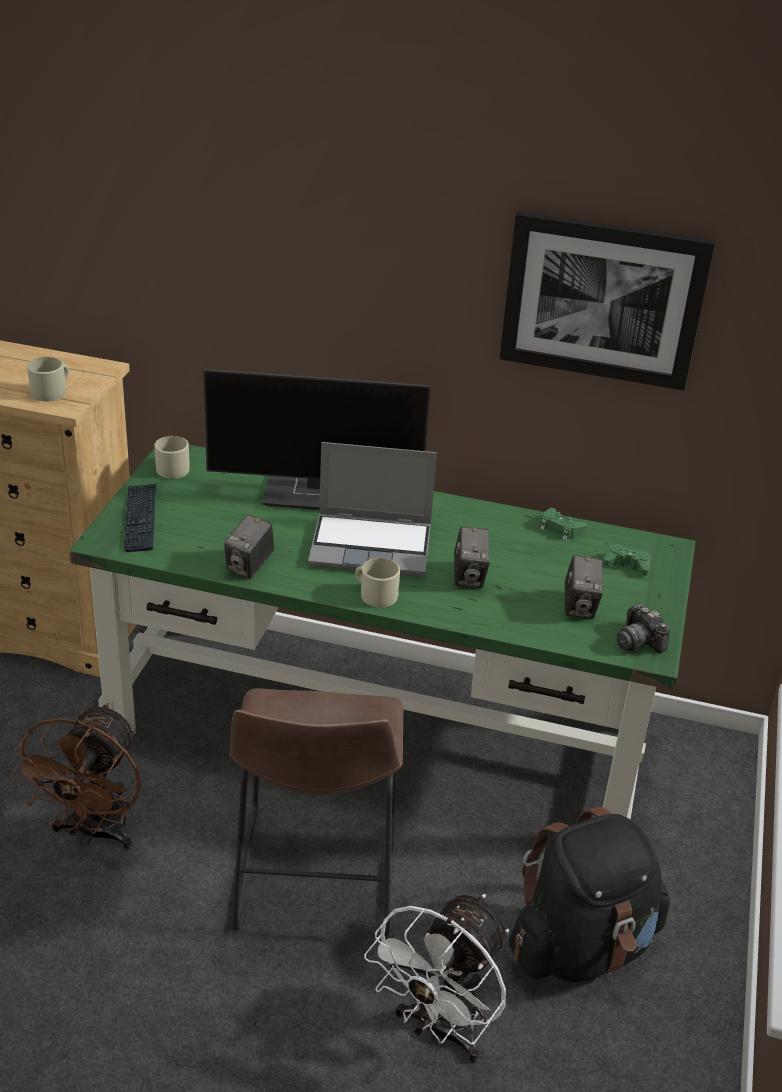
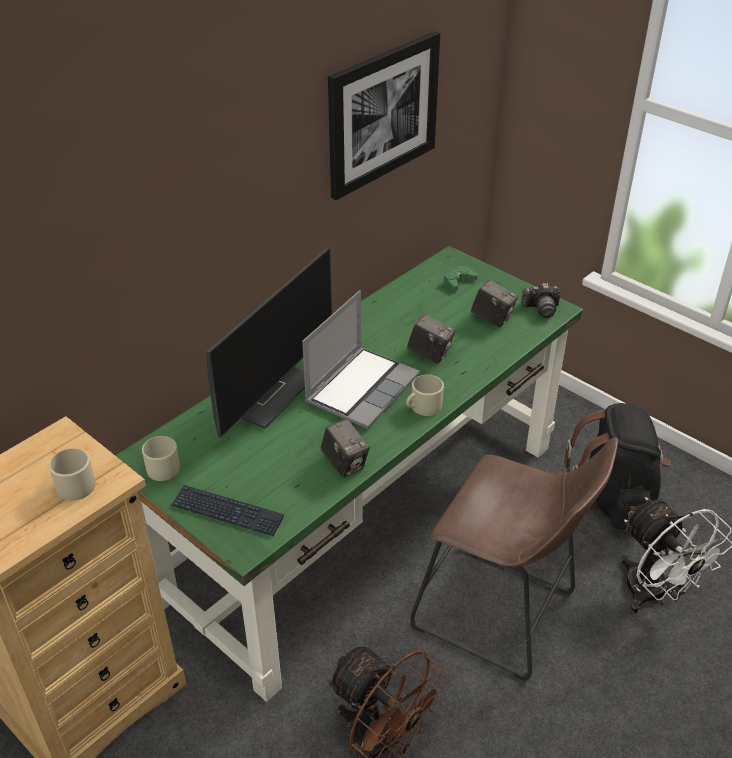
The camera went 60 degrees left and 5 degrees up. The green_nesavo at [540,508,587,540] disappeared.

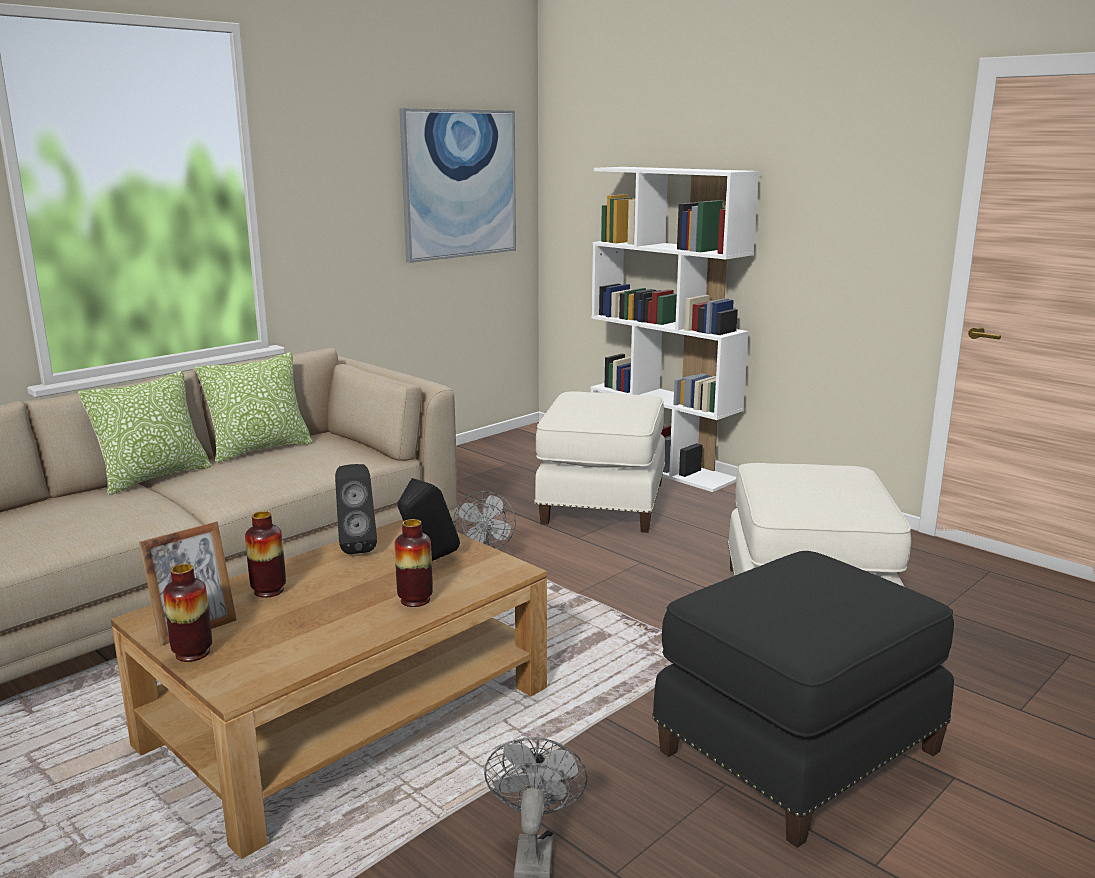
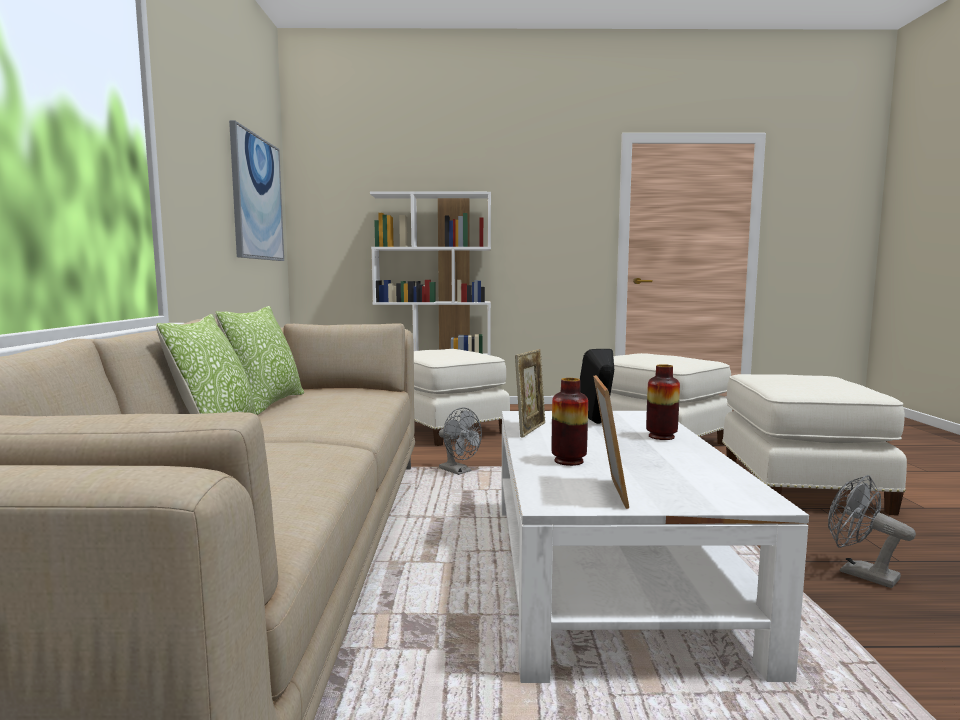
The camera went 45 degrees left and 10 degrees down. The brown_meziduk at [111,519,547,859] became the white_meziduk at [501,411,809,683]. The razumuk at [163,564,212,662] disappeared. The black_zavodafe at [335,464,377,554] was replaced by the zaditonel at [515,349,546,438]. The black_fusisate at [652,551,954,848] became the white_fusisate at [722,374,907,516].

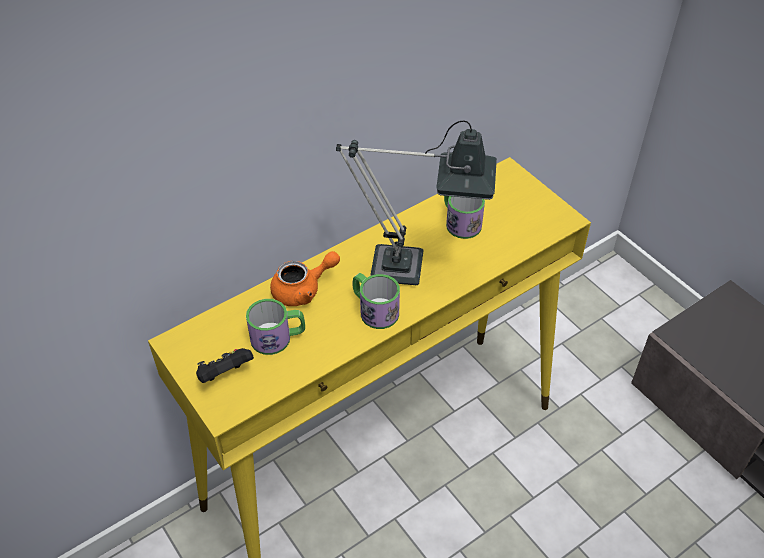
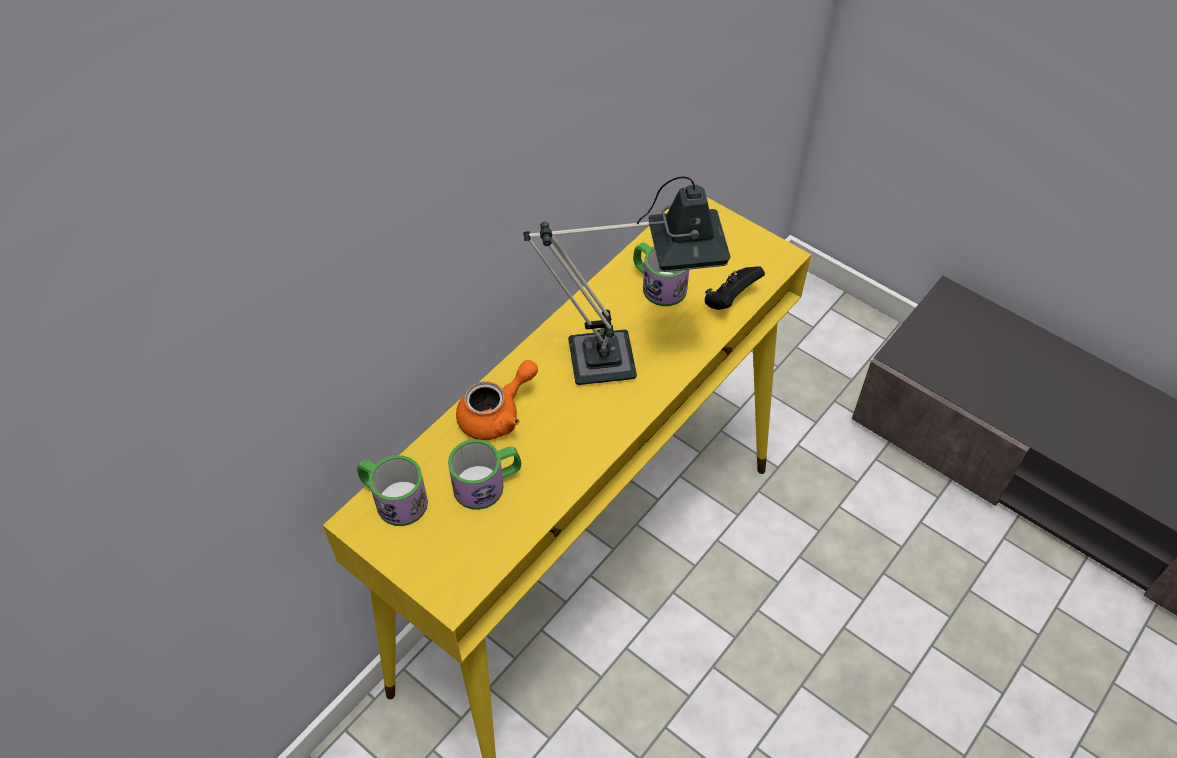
The camera went 15 degrees left and 5 degrees up. The black_nesavo moved from [196,348,254,383] to [705,266,765,310]. The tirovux moved from [353,273,400,329] to [357,455,428,526].

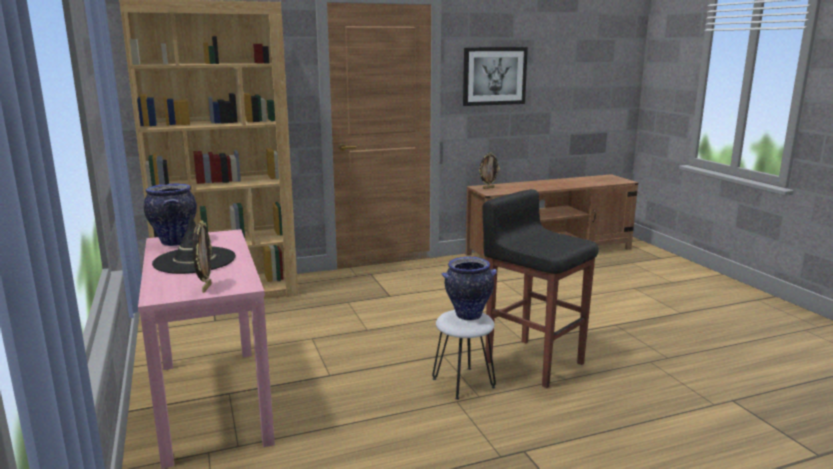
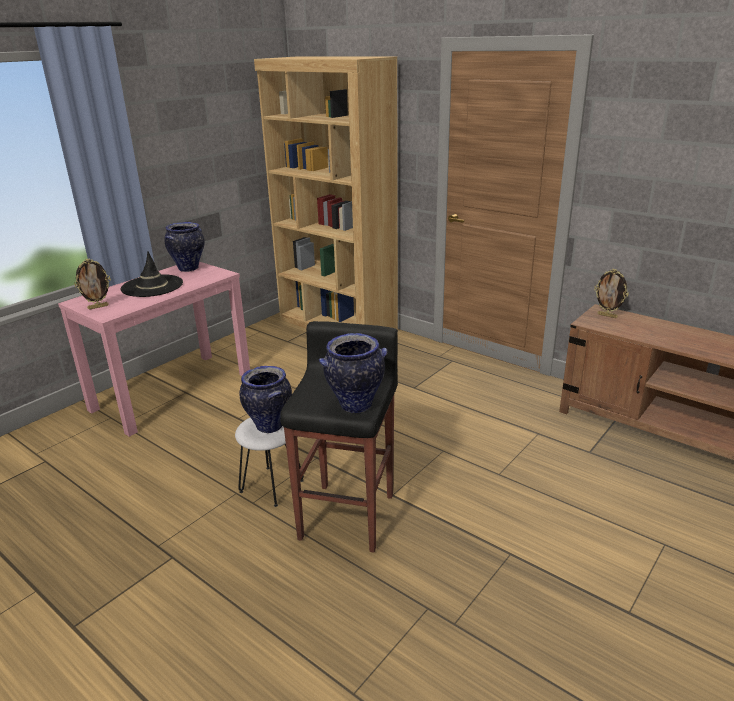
The camera went 60 degrees right and 10 degrees up. The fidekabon at [463,47,528,106] disappeared. The razumuk at [319,333,388,413] appeared.

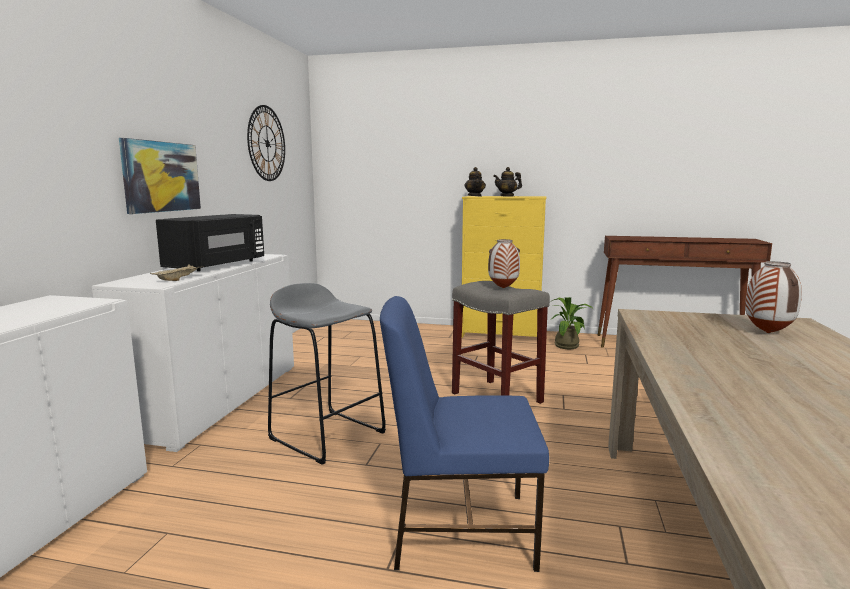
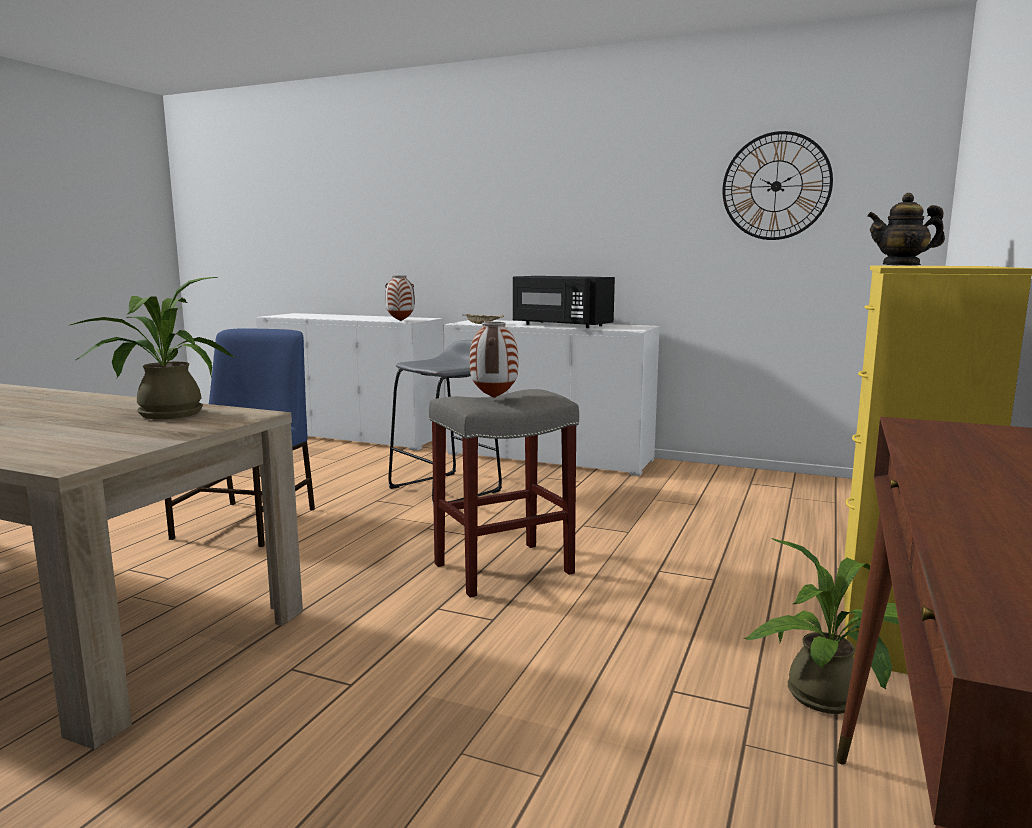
The camera went 100 degrees right and 0 degrees up. The fidekabon at [119,138,201,214] disappeared. The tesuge at [494,167,522,197] disappeared. The razumuk moved from [745,261,802,333] to [385,275,415,321]. The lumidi at [70,277,236,419] appeared.

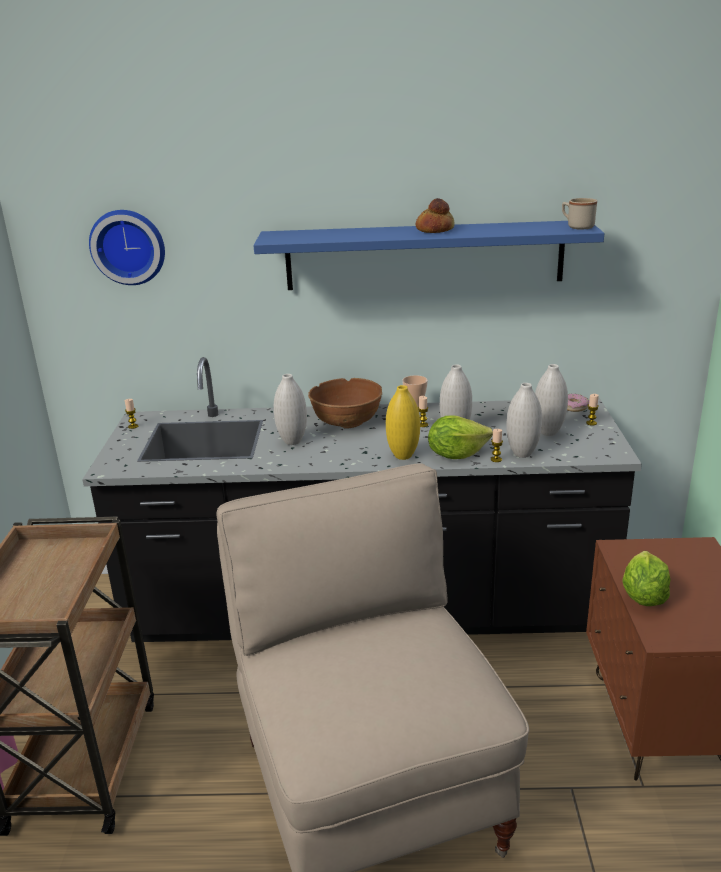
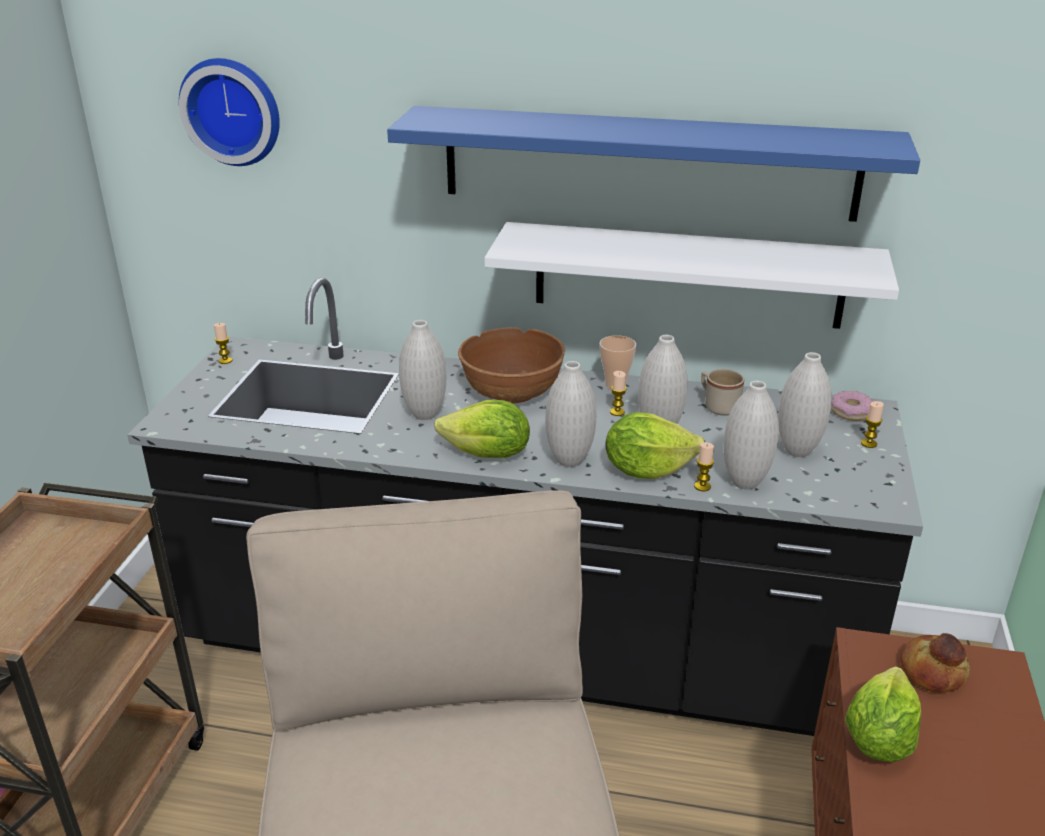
The camera went 10 degrees right and 5 degrees up. The yellow_razumuk at [386,385,420,460] became the white_razumuk at [546,361,596,467]. The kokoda moved from [416,198,455,233] to [901,633,969,693]. The beige_tirovux moved from [562,198,597,230] to [701,369,744,416]. The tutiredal at [435,400,530,458] appeared. The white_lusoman at [484,222,899,329] appeared.

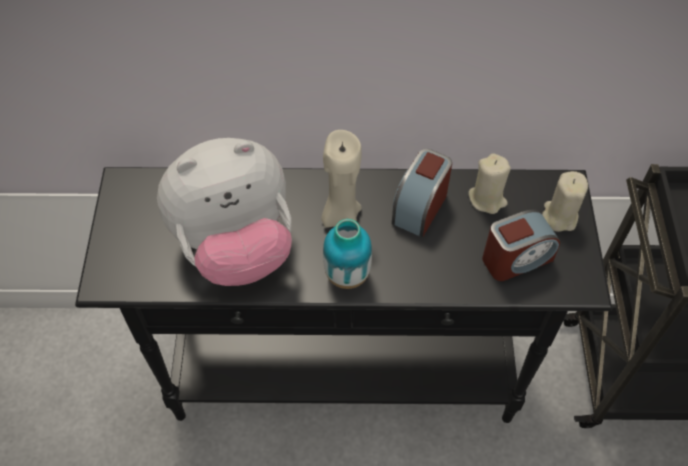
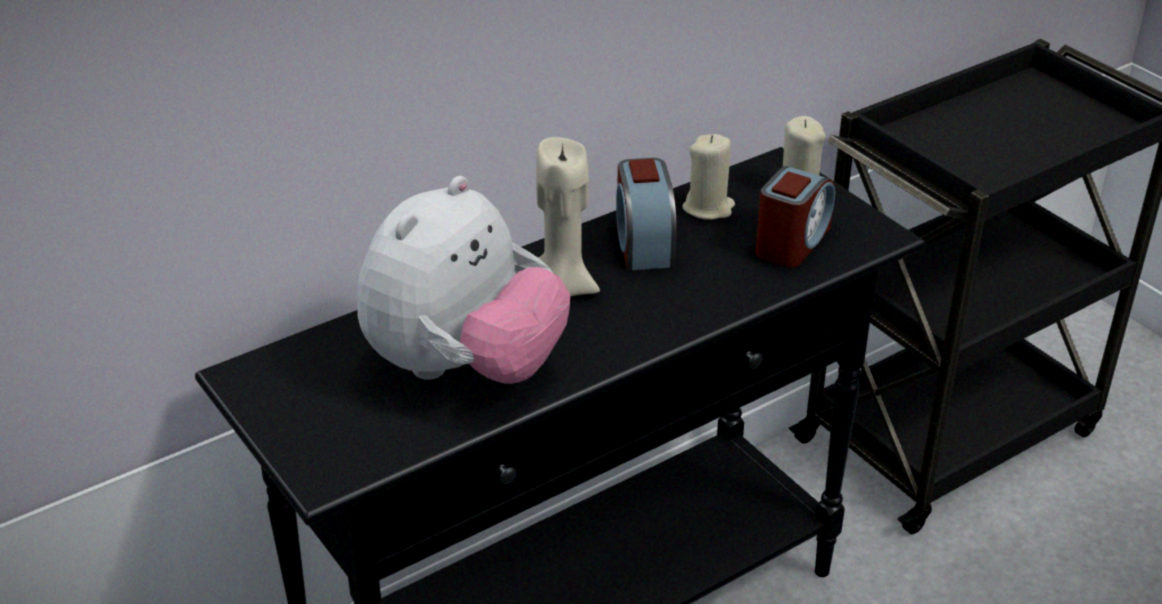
The camera went 35 degrees left and 20 degrees down. The razumuk at [323,219,372,289] disappeared.

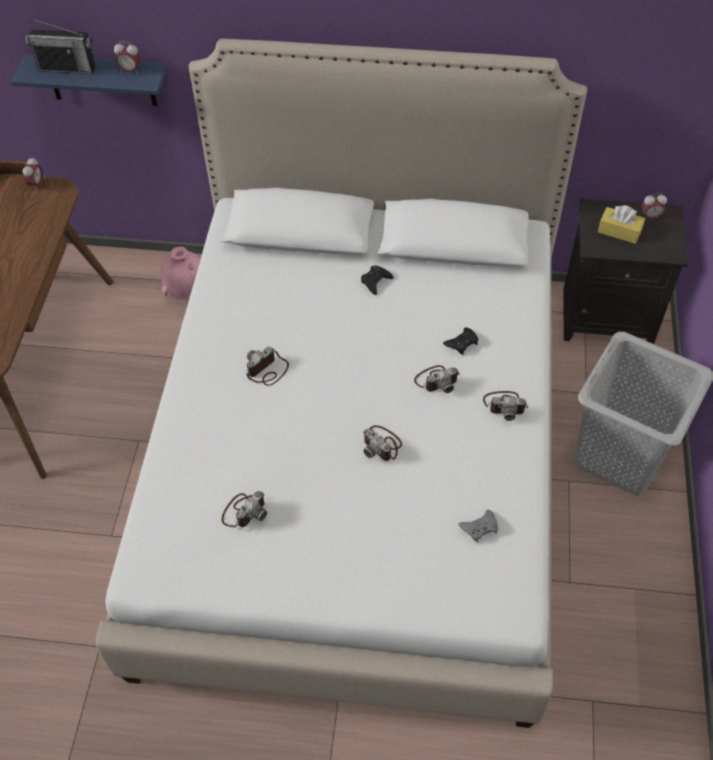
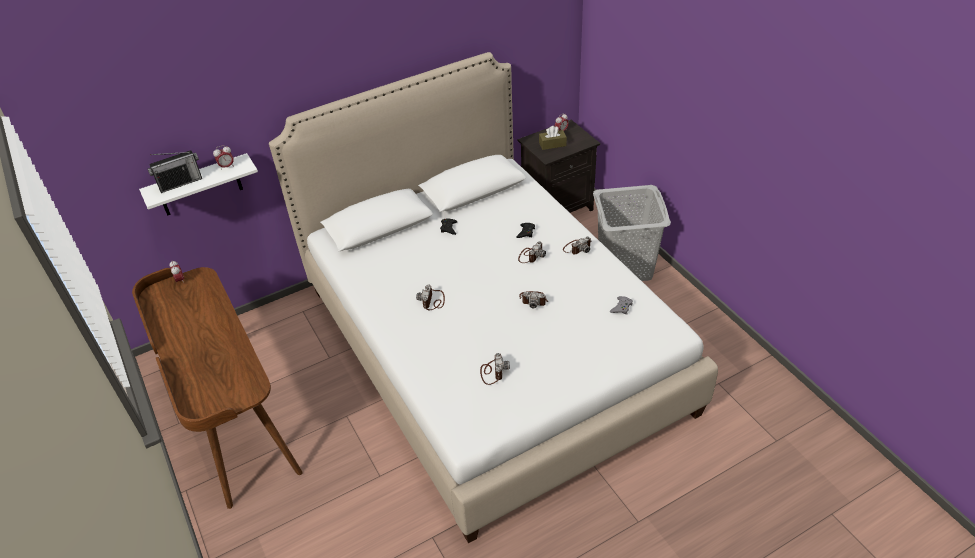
The camera went 35 degrees left and 10 degrees down. The blue_lusoman at [11,54,168,106] became the white_lusoman at [139,153,258,216]. The pink_razumuk at [160,246,201,299] disappeared. The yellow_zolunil at [598,205,645,244] became the brown_zolunil at [539,126,567,150].

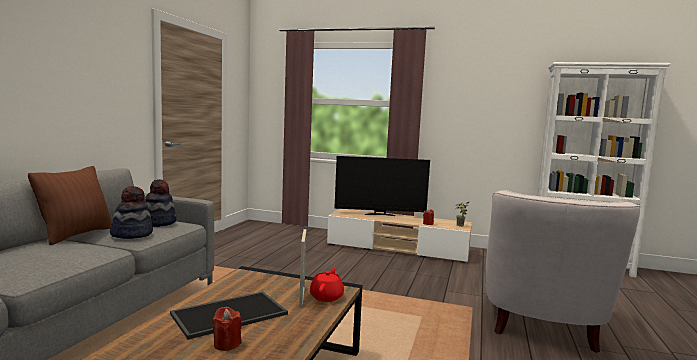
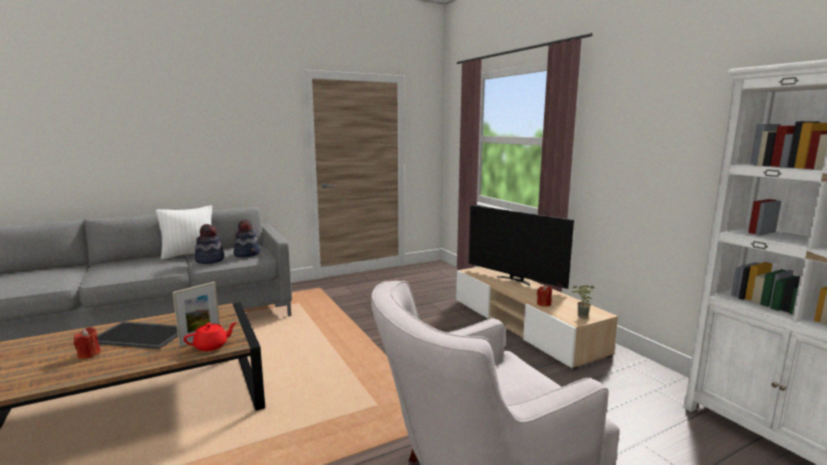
The camera went 45 degrees right and 5 degrees up. The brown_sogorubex at [28,166,112,245] became the white_sogorubex at [156,206,212,260].

